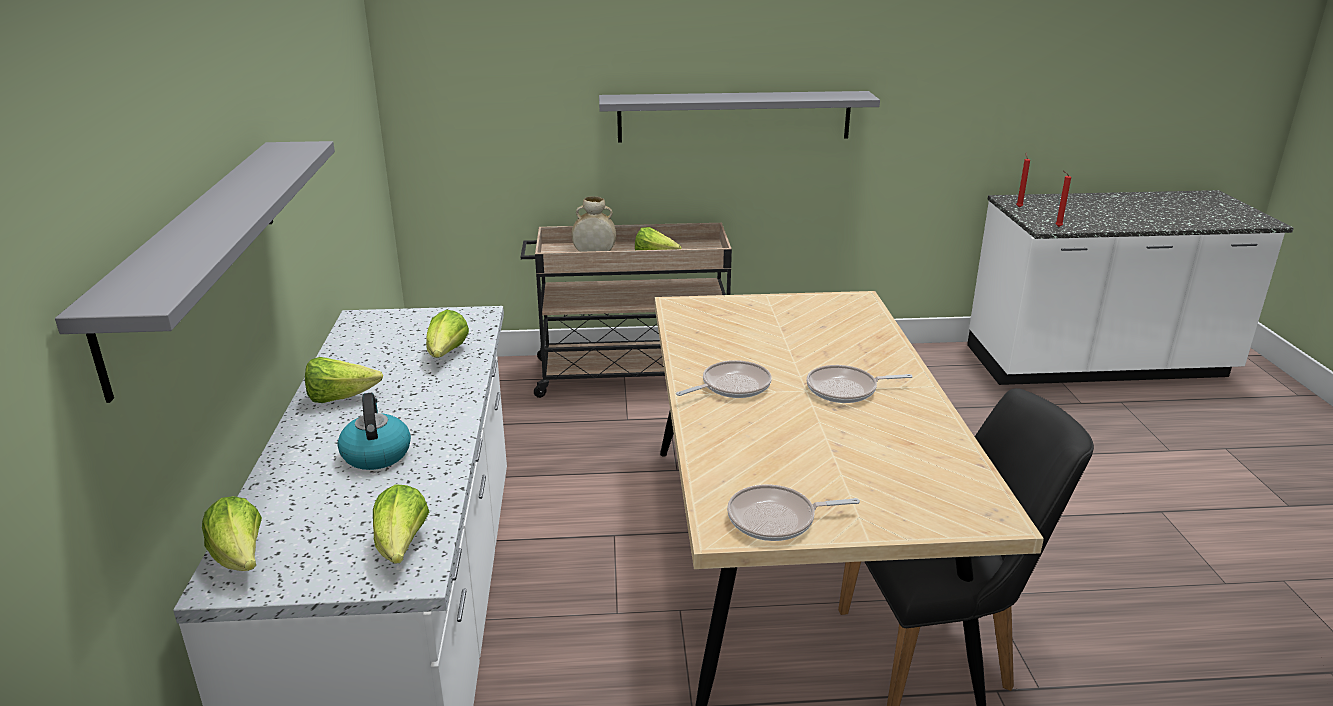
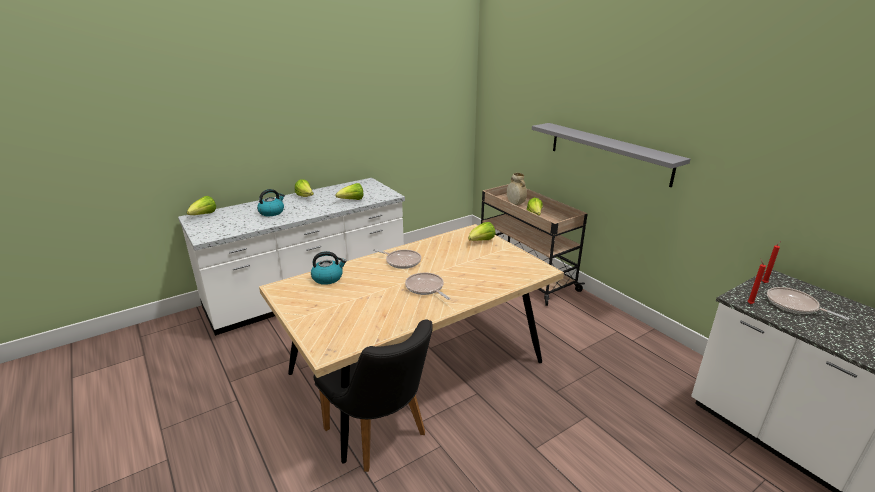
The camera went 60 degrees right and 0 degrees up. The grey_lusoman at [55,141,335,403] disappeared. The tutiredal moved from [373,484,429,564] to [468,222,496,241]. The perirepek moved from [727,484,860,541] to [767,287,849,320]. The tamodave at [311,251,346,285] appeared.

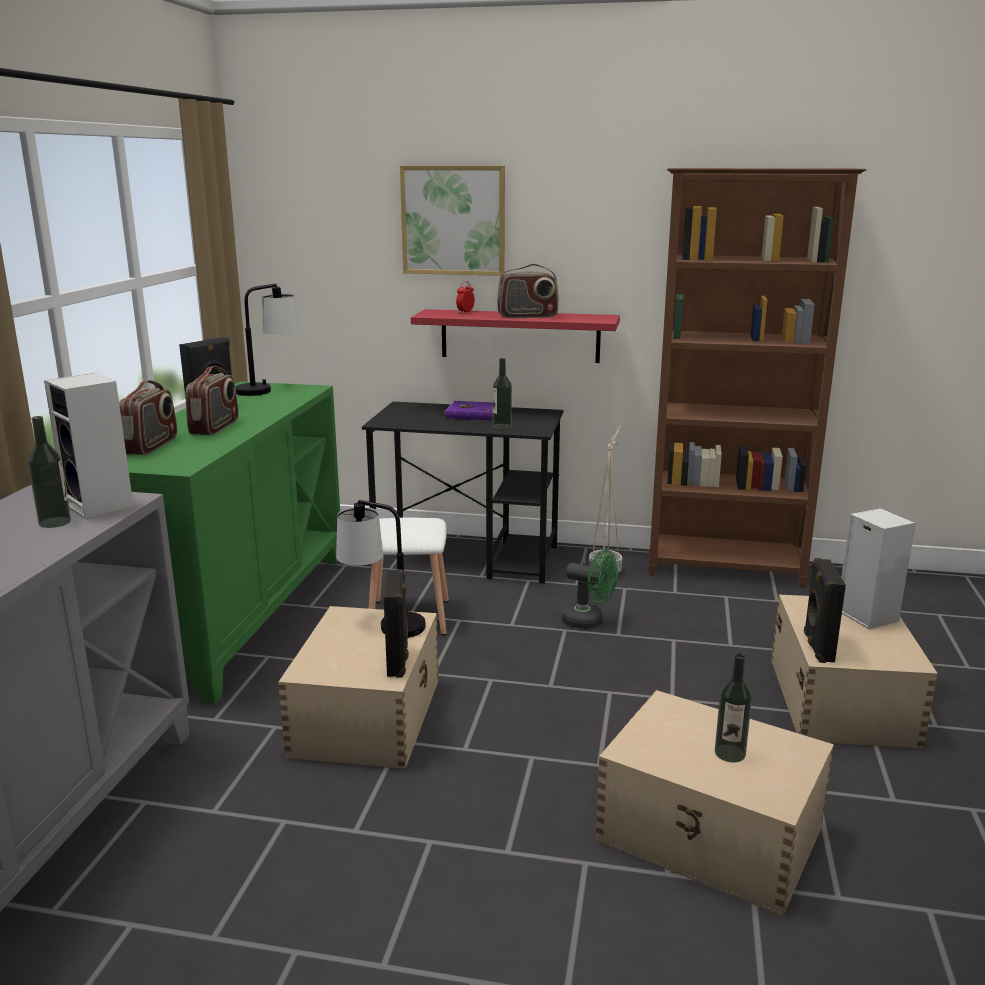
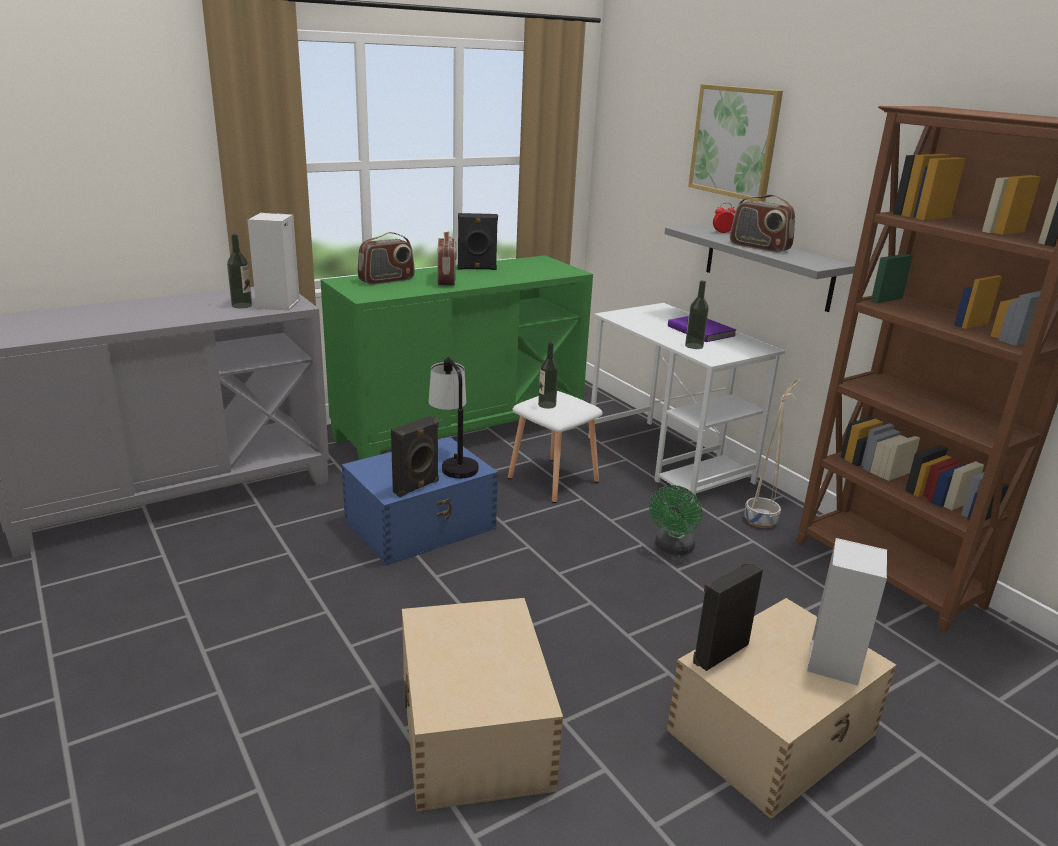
The camera went 45 degrees right and 5 degrees up. The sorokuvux at [186,366,238,435] turned 60 degrees counterclockwise. The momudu at [235,284,300,396] disappeared. The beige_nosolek at [278,606,438,769] became the blue_nosolek at [342,437,498,566]. The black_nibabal at [362,402,564,584] became the white_nibabal at [588,303,785,503]. The red_lusoman at [411,309,620,363] became the grey_lusoman at [664,224,855,312]. The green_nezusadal at [562,550,618,629] turned 45 degrees clockwise. The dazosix moved from [715,653,752,763] to [538,342,558,409].

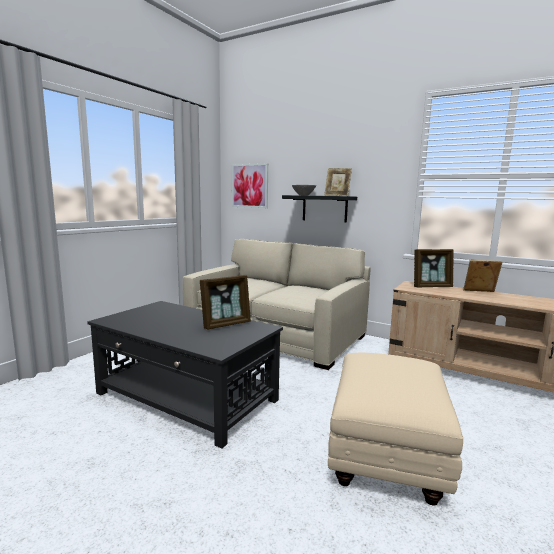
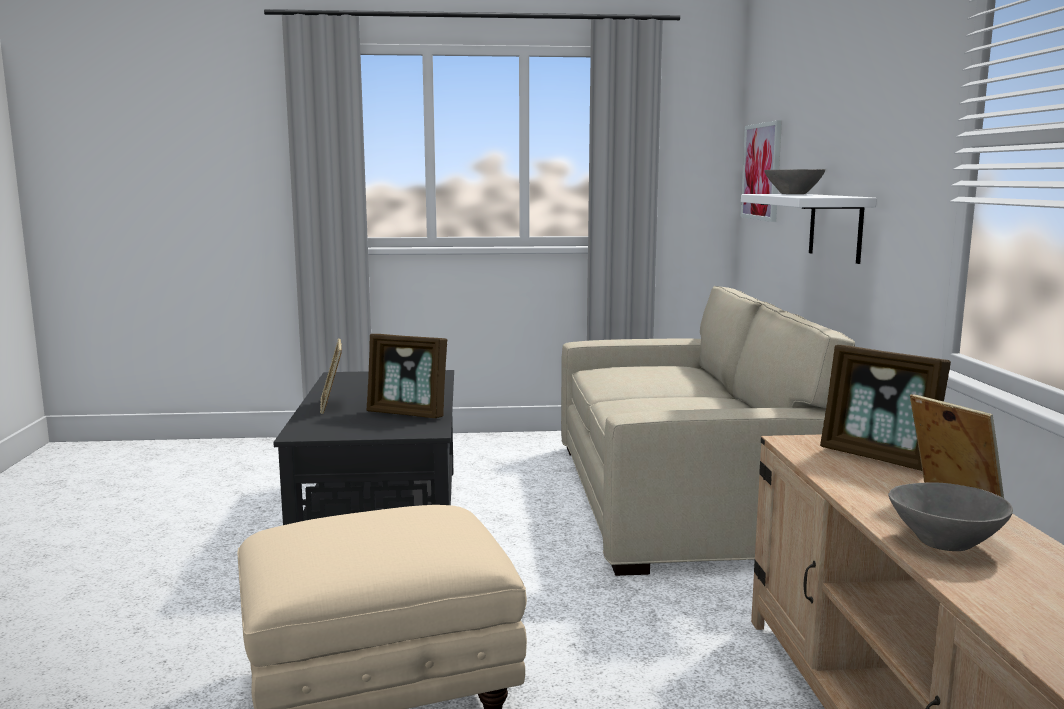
The camera went 55 degrees right and 0 degrees up. The black_lusoman at [282,195,357,223] became the white_lusoman at [741,194,877,264]. The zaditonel moved from [324,168,352,196] to [320,338,342,414]. The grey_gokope at [889,482,1013,551] appeared.

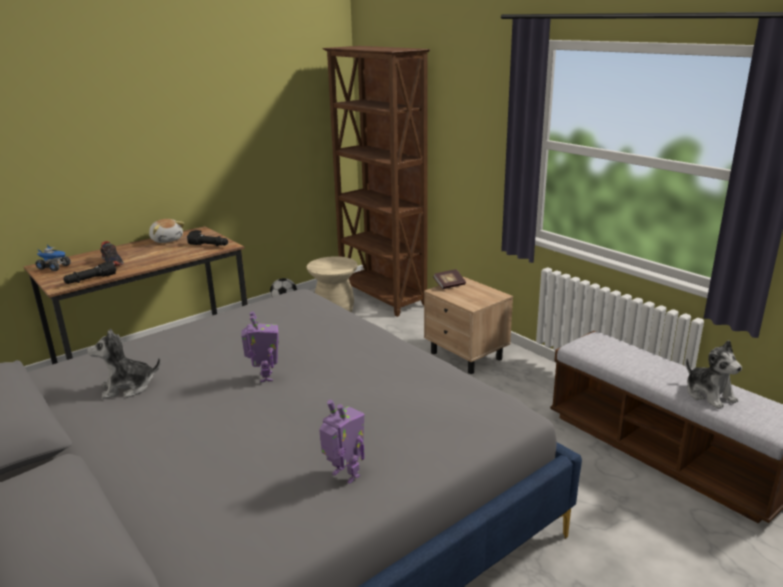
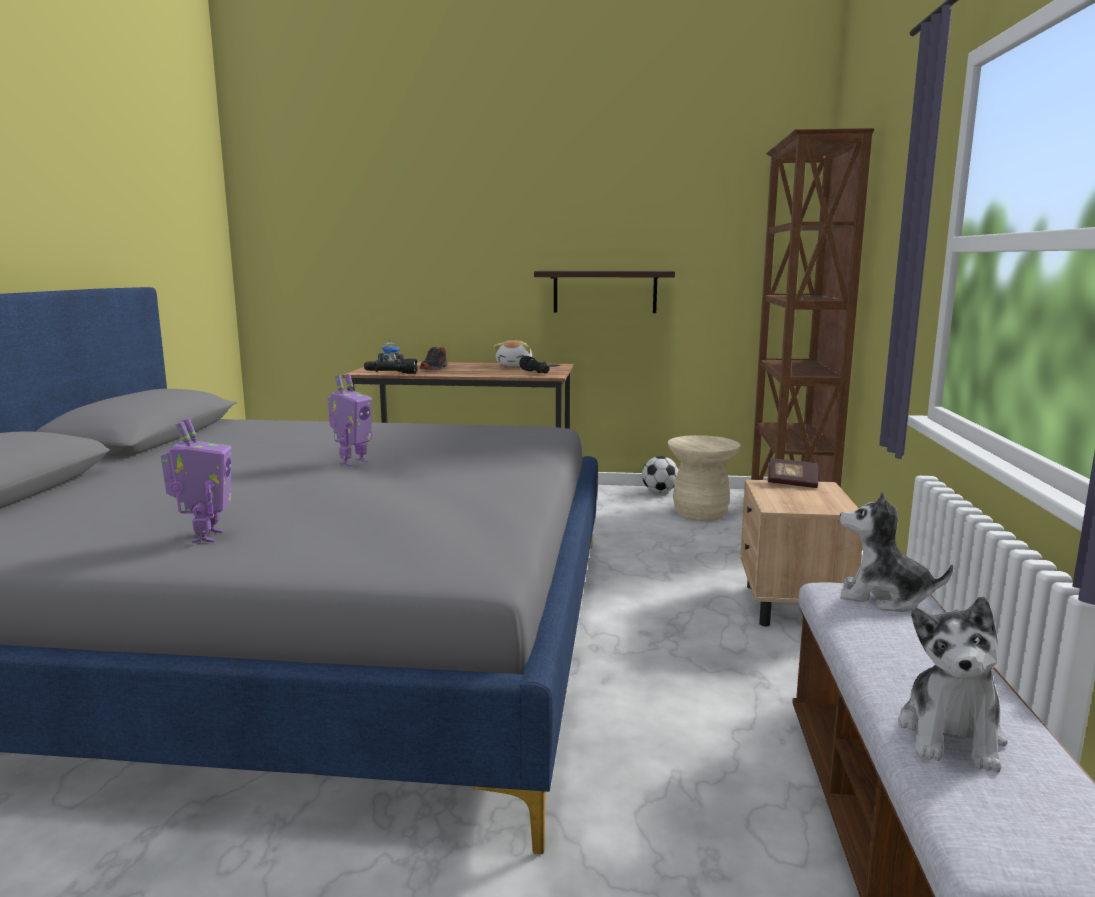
The camera went 45 degrees right and 10 degrees down. The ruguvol moved from [87,328,161,399] to [840,491,953,612]. The lusoman at [534,271,675,313] appeared.

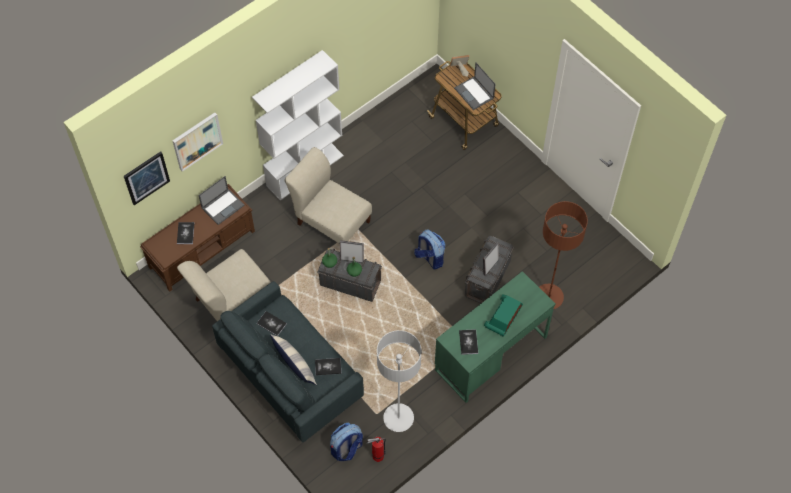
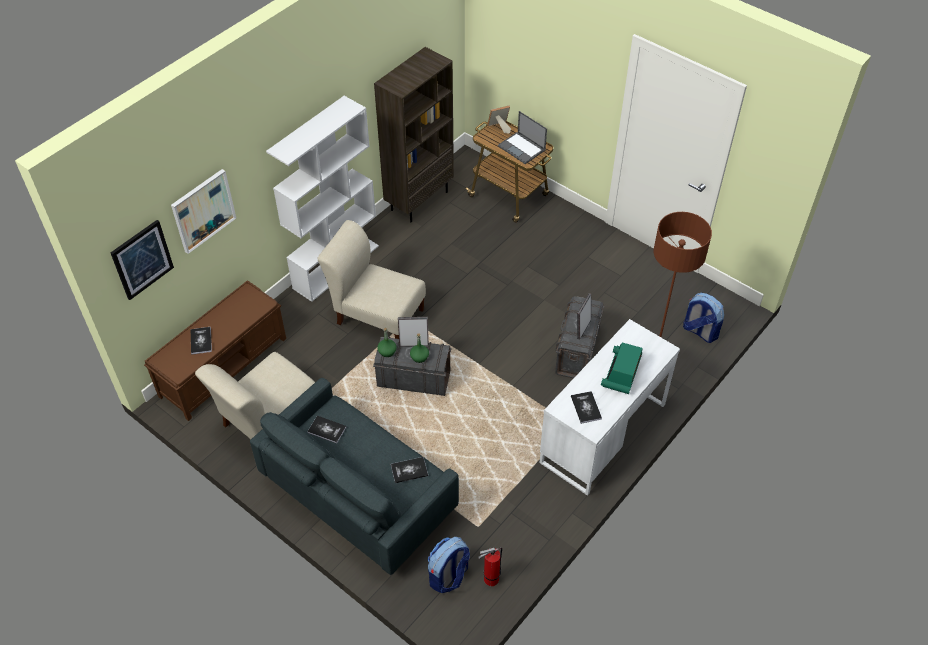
The camera went 10 degrees left and 10 degrees down. The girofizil at [198,176,244,225] disappeared. The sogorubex at [270,334,317,385] disappeared. The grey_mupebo at [377,330,422,432] disappeared. The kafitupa moved from [414,229,445,269] to [683,293,724,343]. The green_nibabal at [435,271,556,403] became the white_nibabal at [539,319,680,496]. The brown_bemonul at [374,47,454,222] appeared.

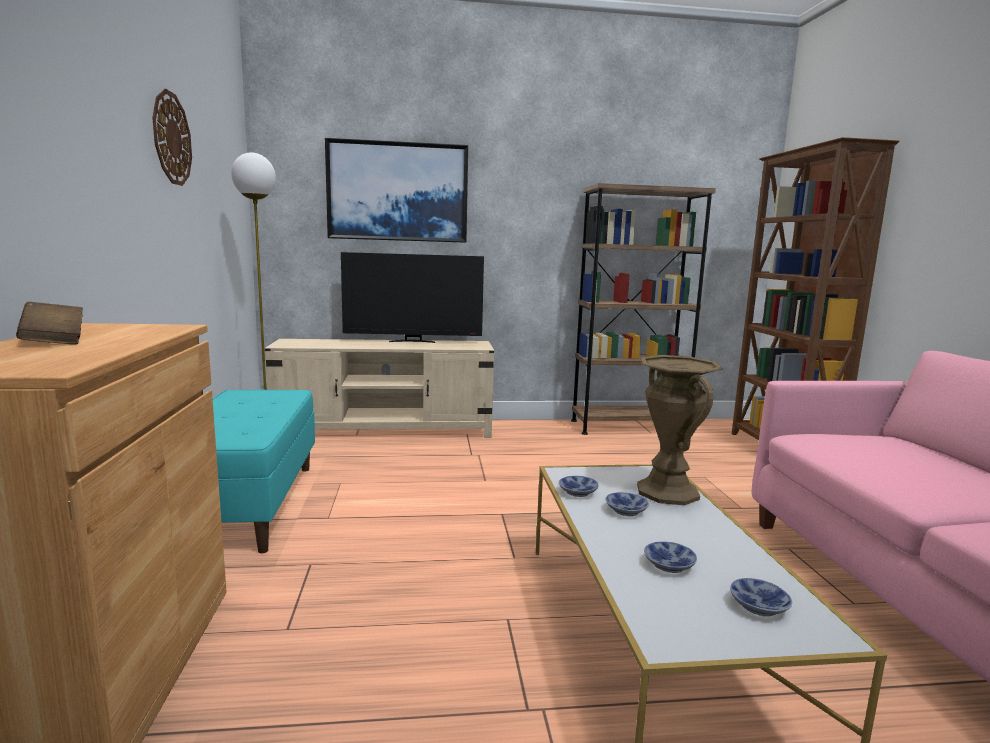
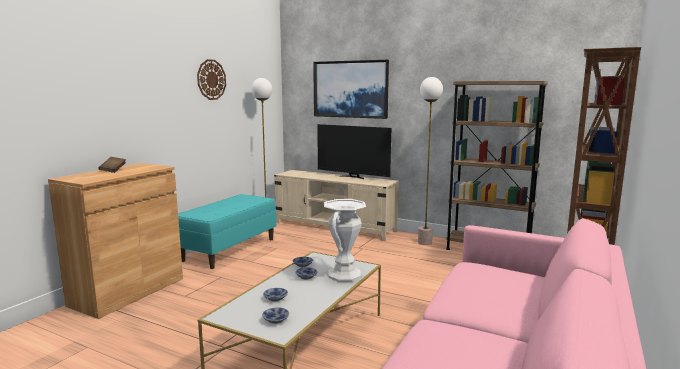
The camera went 35 degrees right and 0 degrees up. The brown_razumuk at [637,355,723,505] became the white_razumuk at [324,199,366,282]. The mupebo at [418,77,443,245] appeared.

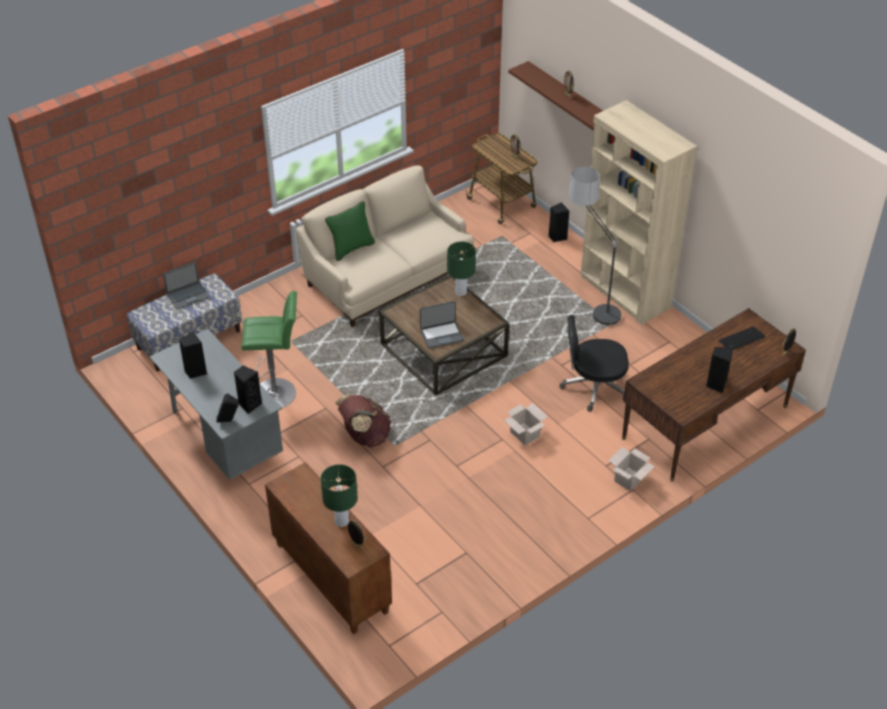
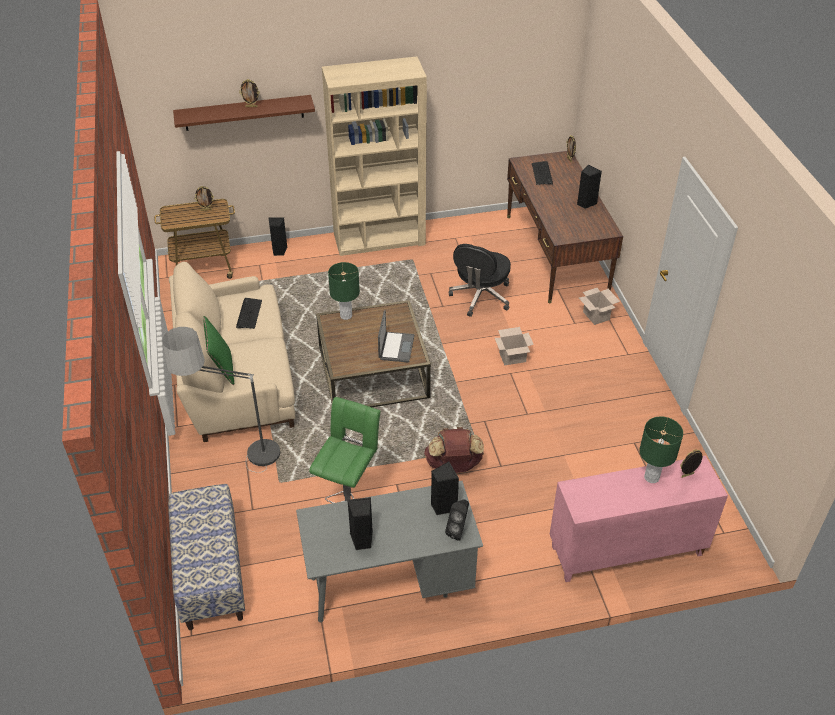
The camera went 65 degrees left and 0 degrees up. The girofizil at [163,262,210,309] disappeared. The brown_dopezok at [265,462,392,634] became the pink_dopezok at [550,455,728,582]. The mupebo moved from [568,166,621,327] to [162,327,280,473]. The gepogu at [236,298,262,329] appeared.

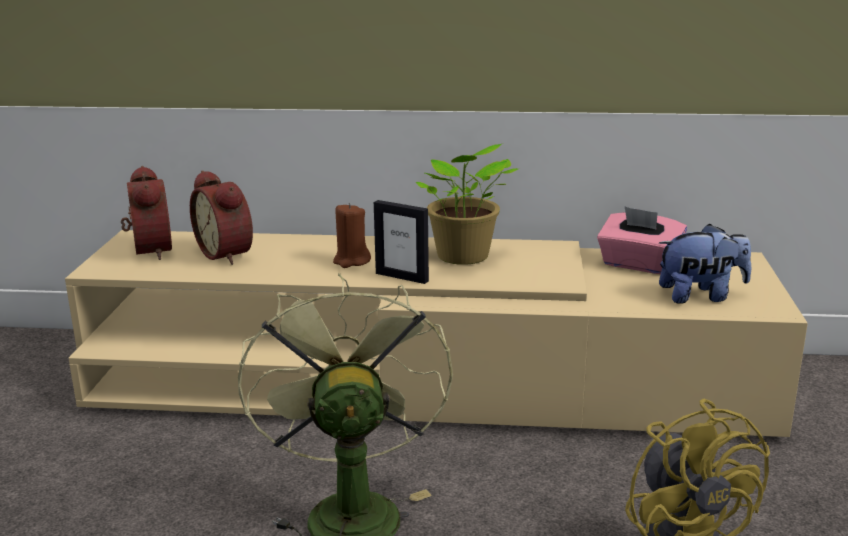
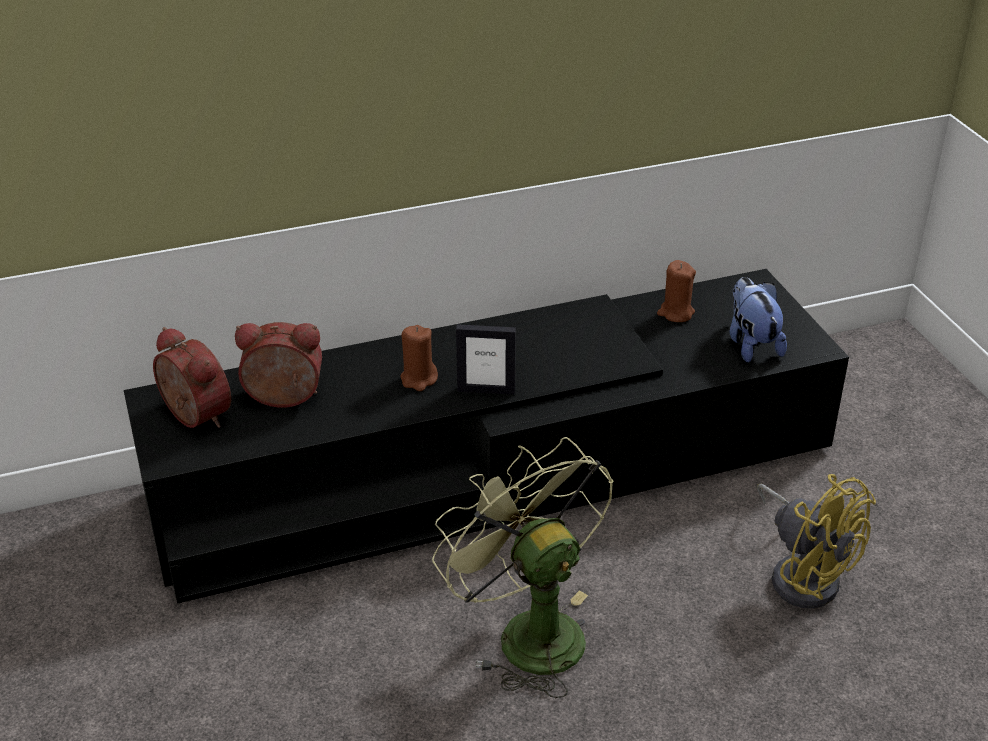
The camera went 25 degrees left and 15 degrees up. The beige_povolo at [65,230,808,437] became the black_povolo at [124,269,849,604]. The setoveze at [190,170,253,265] turned 150 degrees clockwise. The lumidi at [416,144,518,265] disappeared. The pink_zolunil at [597,207,687,274] was replaced by the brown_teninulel at [657,260,696,322]. The ruguvol at [659,223,751,304] turned 75 degrees counterclockwise.

